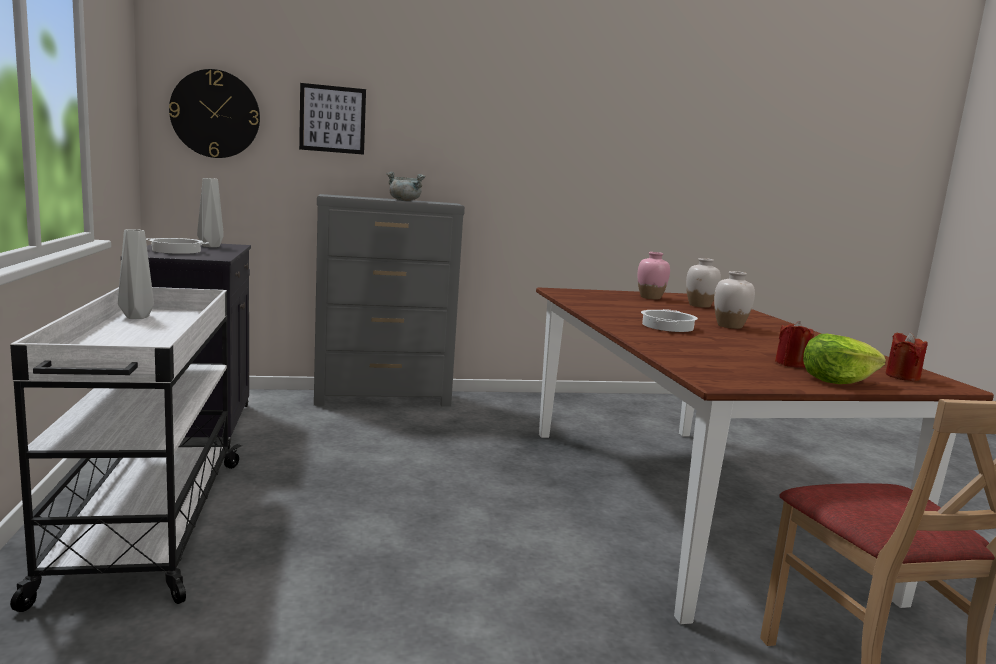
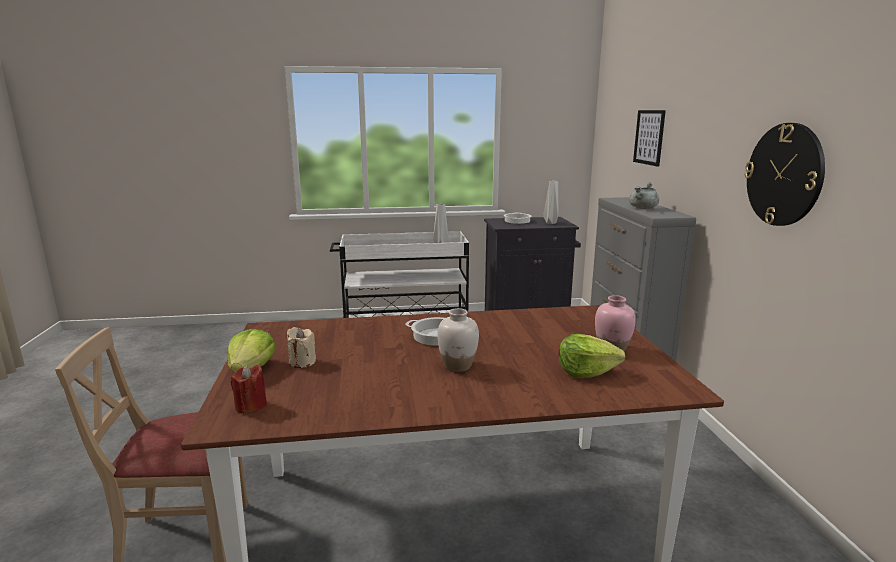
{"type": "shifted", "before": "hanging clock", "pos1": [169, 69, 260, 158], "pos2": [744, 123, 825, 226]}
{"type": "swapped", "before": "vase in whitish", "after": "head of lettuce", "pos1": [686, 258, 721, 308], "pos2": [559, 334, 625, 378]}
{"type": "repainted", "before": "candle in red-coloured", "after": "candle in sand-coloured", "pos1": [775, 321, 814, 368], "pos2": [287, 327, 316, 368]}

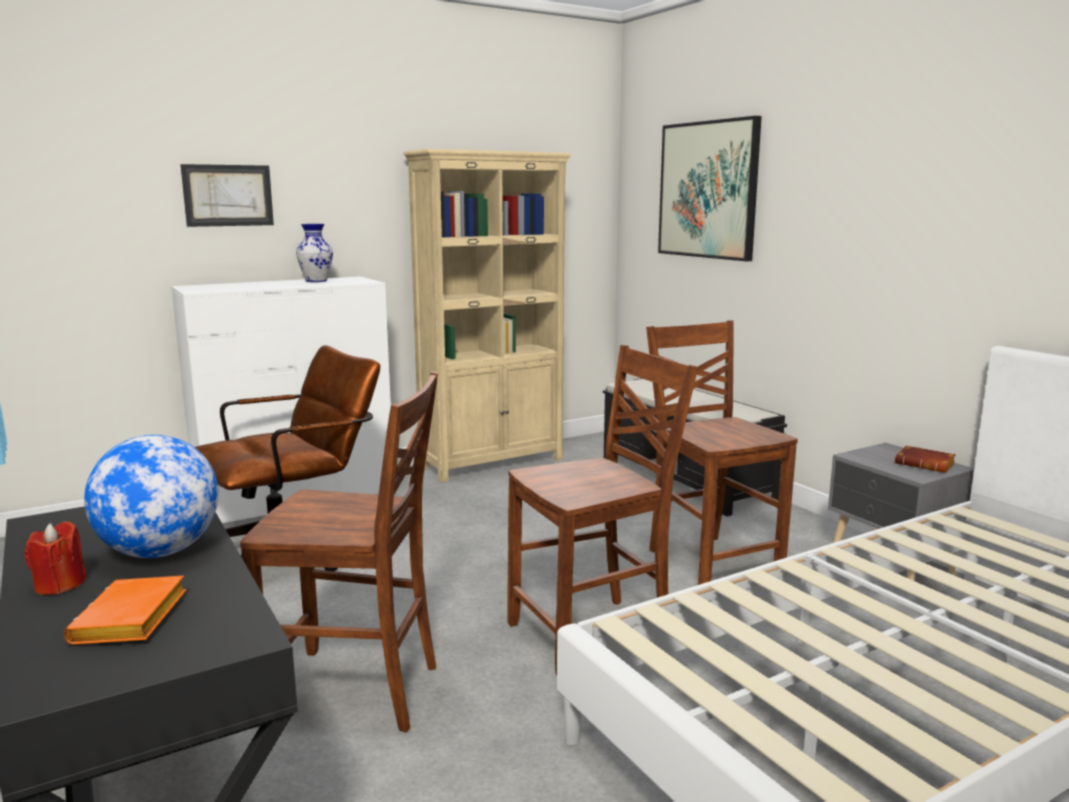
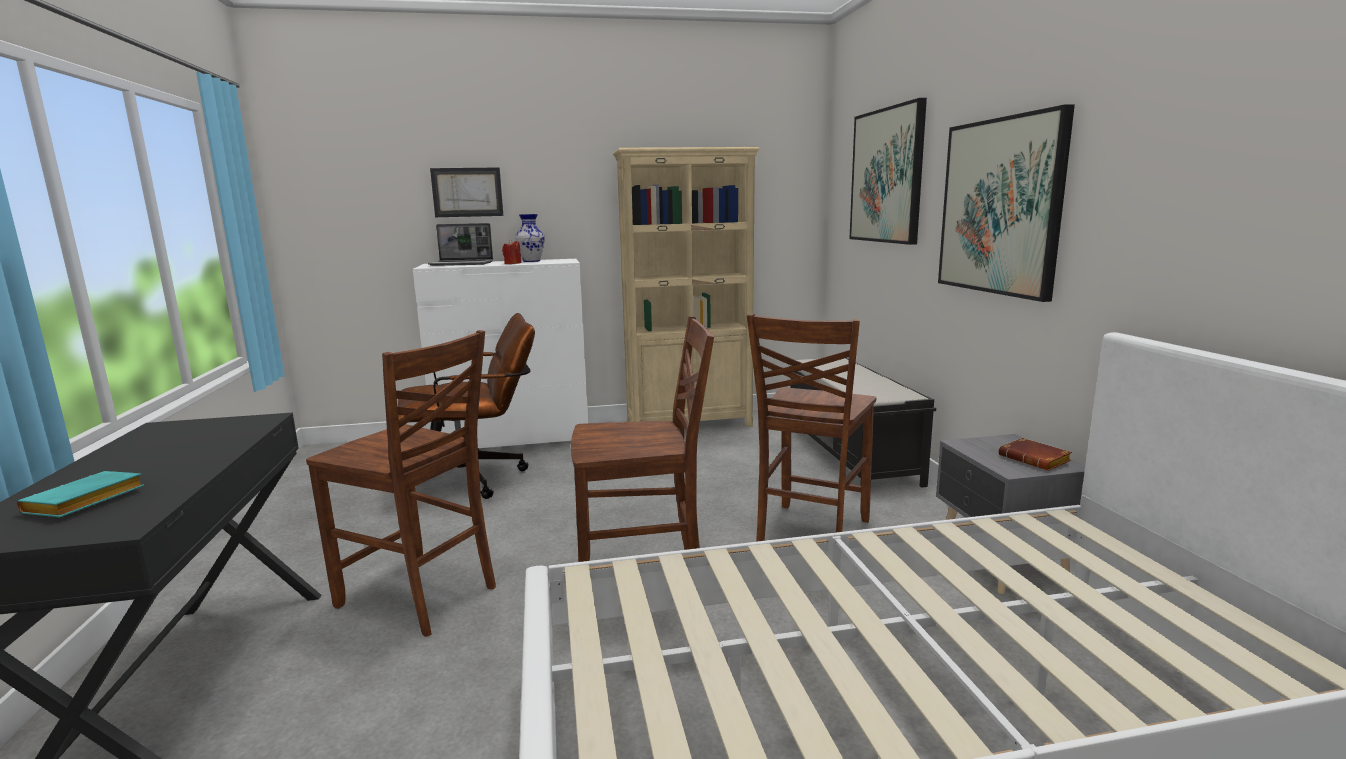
{"type": "rotated", "before": "upright chair in brownish", "pos1": [646, 320, 798, 585], "pos2": [747, 314, 876, 542], "turn": -150}
{"type": "gone", "before": "world globe", "pos1": [84, 435, 219, 558]}
{"type": "shifted", "before": "candle in red-coloured", "pos1": [24, 522, 87, 595], "pos2": [502, 240, 522, 264]}
{"type": "repainted", "before": "bound book in orange-coloured", "after": "bound book in blue-green", "pos1": [64, 576, 186, 645], "pos2": [17, 471, 144, 517]}
{"type": "new", "after": "picture", "pos2": [938, 104, 1075, 302]}
{"type": "new", "after": "portable computer", "pos2": [428, 223, 493, 266]}

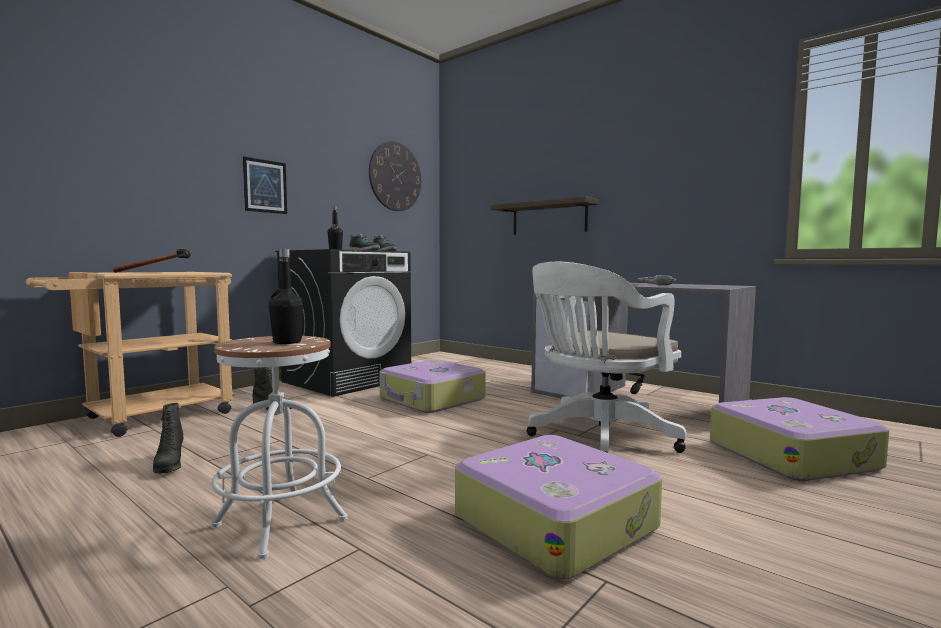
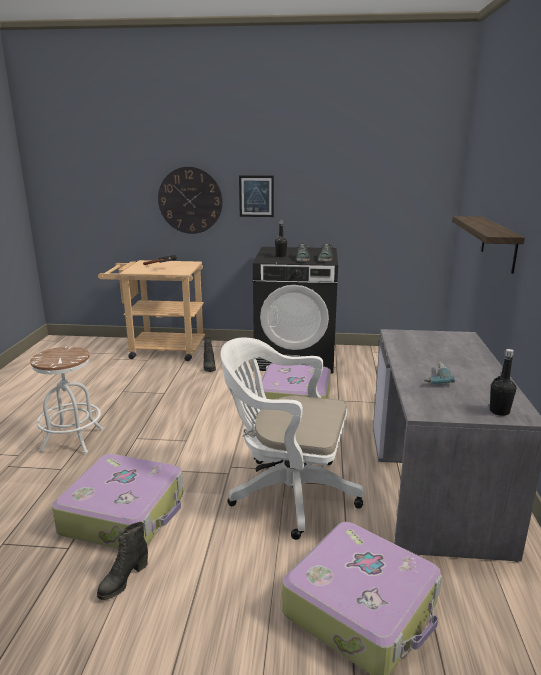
{"type": "shifted", "before": "hanging clock", "pos1": [369, 141, 421, 211], "pos2": [158, 167, 223, 234]}
{"type": "shifted", "before": "beverage bottle in black-coloured", "pos1": [269, 249, 303, 344], "pos2": [490, 349, 516, 416]}
{"type": "shifted", "before": "boot in black-coloured", "pos1": [153, 403, 183, 474], "pos2": [97, 522, 148, 600]}

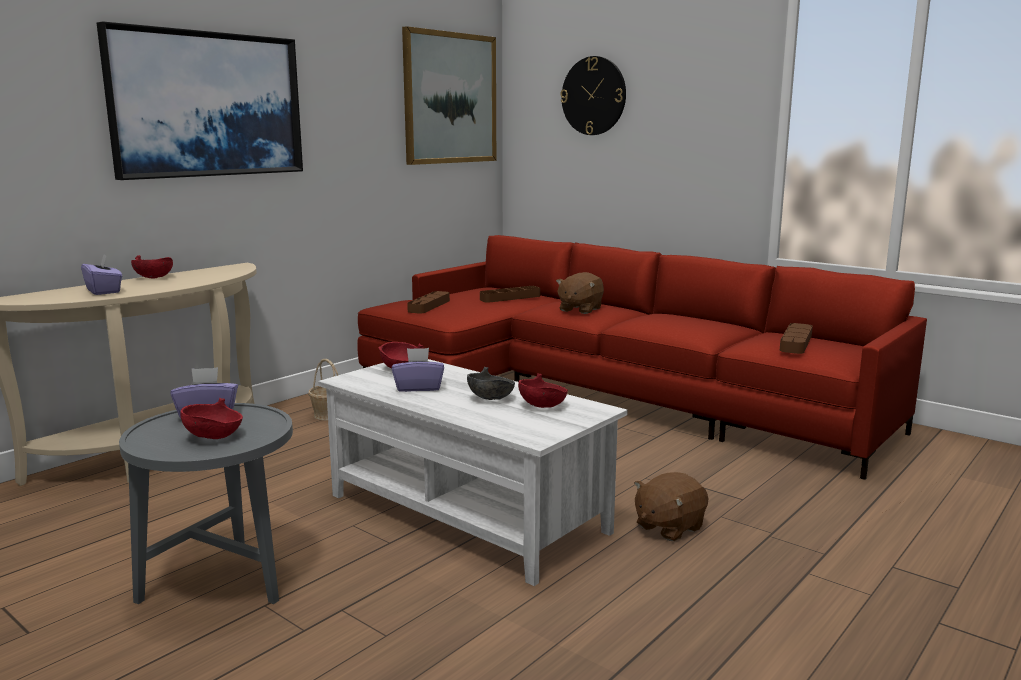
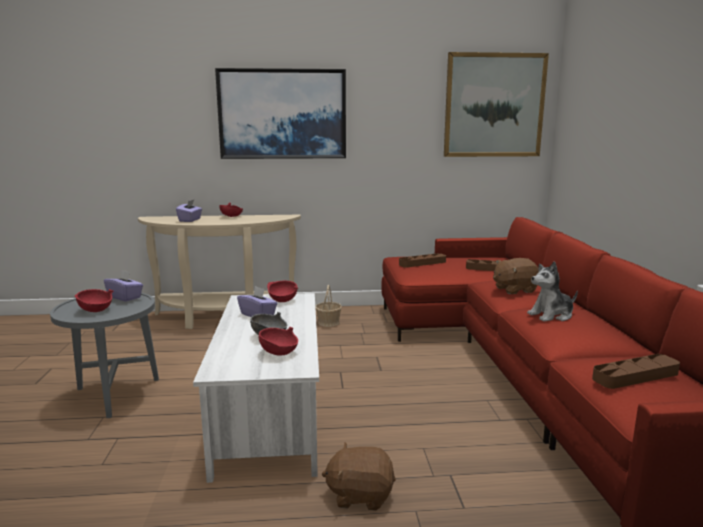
{"type": "gone", "before": "hanging clock", "pos1": [560, 56, 626, 135]}
{"type": "new", "after": "soft toy", "pos2": [527, 261, 578, 322]}

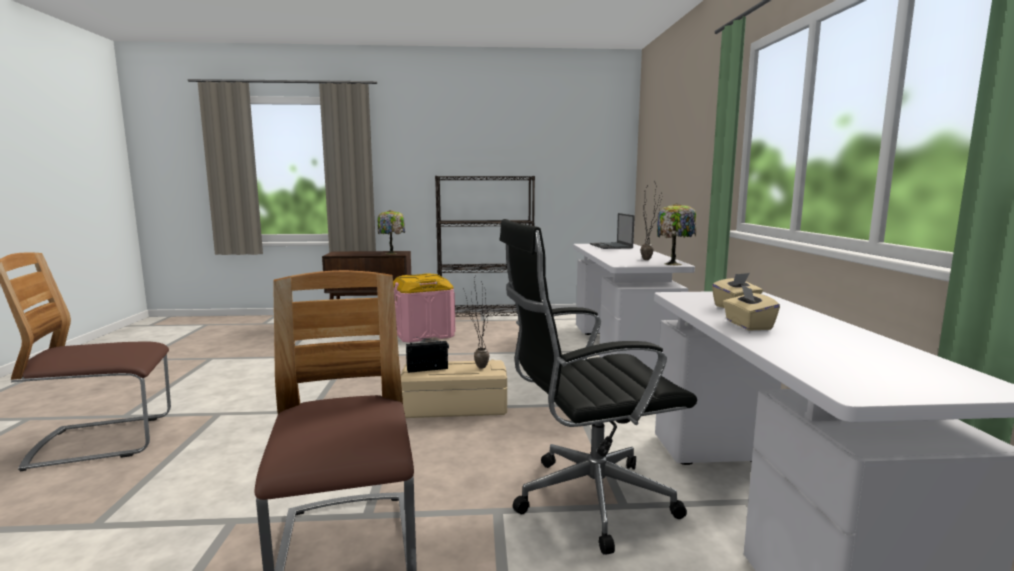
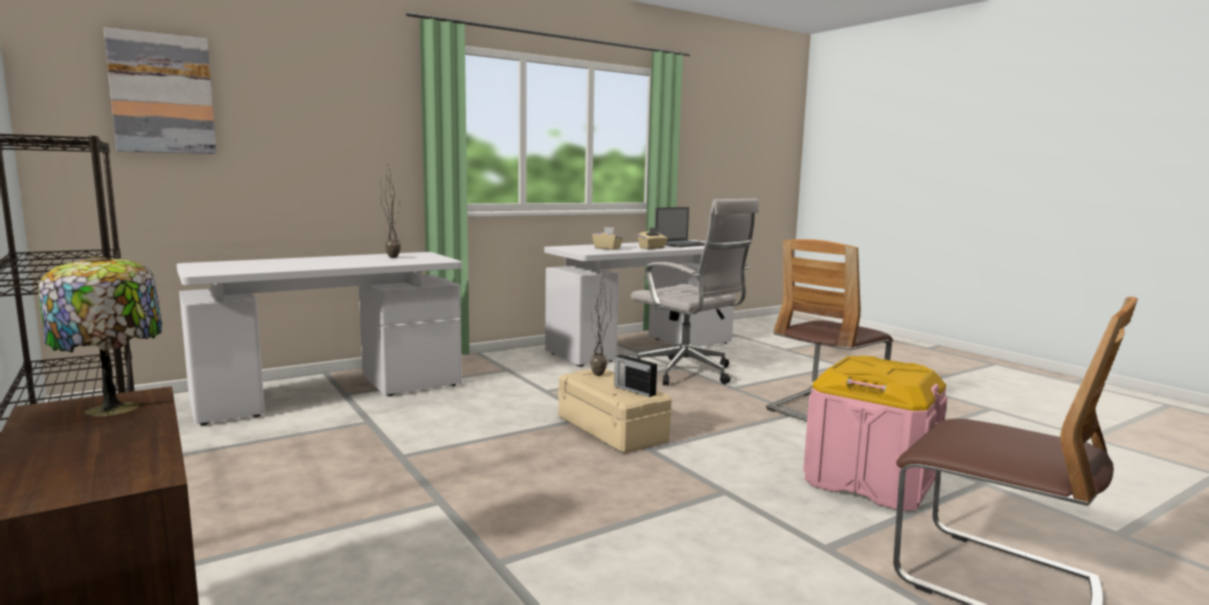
{"type": "gone", "before": "lamp for a table", "pos1": [657, 203, 697, 265]}
{"type": "shifted", "before": "portable computer", "pos1": [590, 213, 635, 249], "pos2": [655, 207, 705, 247]}
{"type": "repainted", "before": "computer chair in black-coloured", "after": "computer chair in whitish", "pos1": [499, 219, 697, 555], "pos2": [631, 198, 759, 386]}
{"type": "shifted", "before": "storage bin in pink-coloured", "pos1": [393, 274, 455, 343], "pos2": [803, 356, 947, 511]}
{"type": "new", "after": "picture", "pos2": [104, 27, 217, 154]}

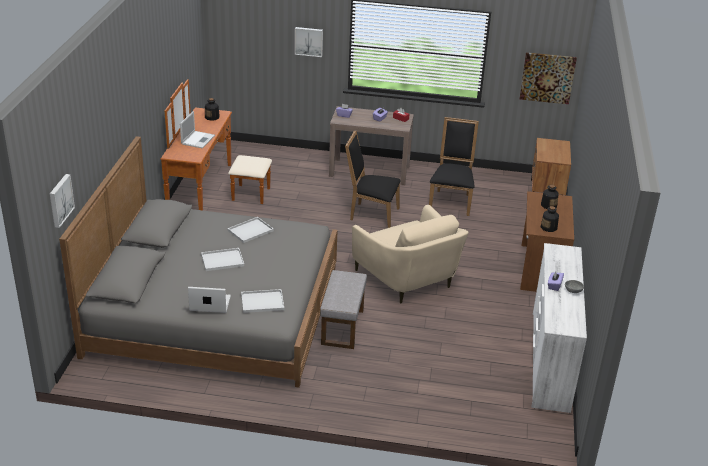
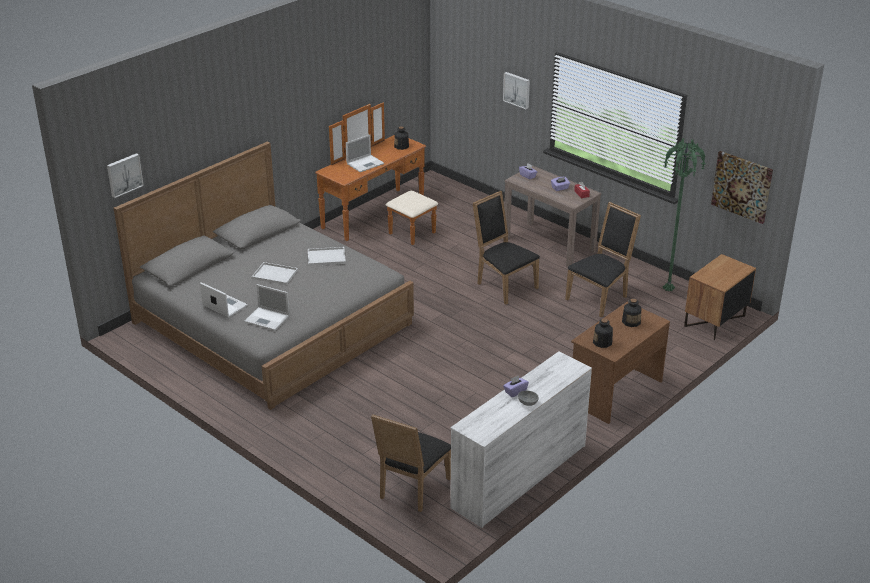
{"type": "gone", "before": "lounge chair in sand-coloured", "pos1": [352, 205, 469, 303]}
{"type": "gone", "before": "ottoman in greyish", "pos1": [320, 270, 367, 349]}
{"type": "swapped", "before": "serving tray in whitish", "after": "portable computer", "pos1": [241, 289, 284, 313], "pos2": [244, 284, 290, 330]}
{"type": "new", "after": "standard lamp in greenish", "pos2": [663, 138, 706, 292]}
{"type": "new", "after": "upright chair in black-coloured", "pos2": [371, 414, 451, 512]}

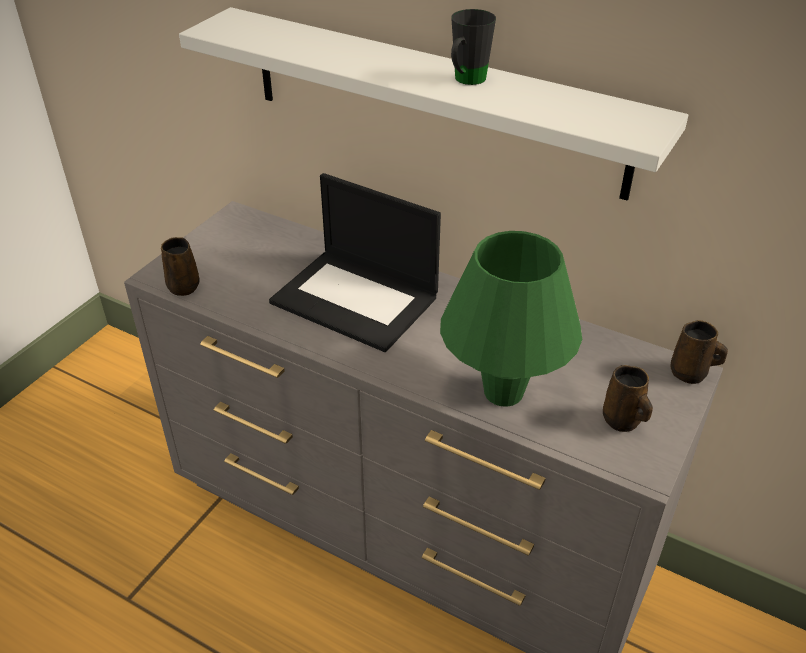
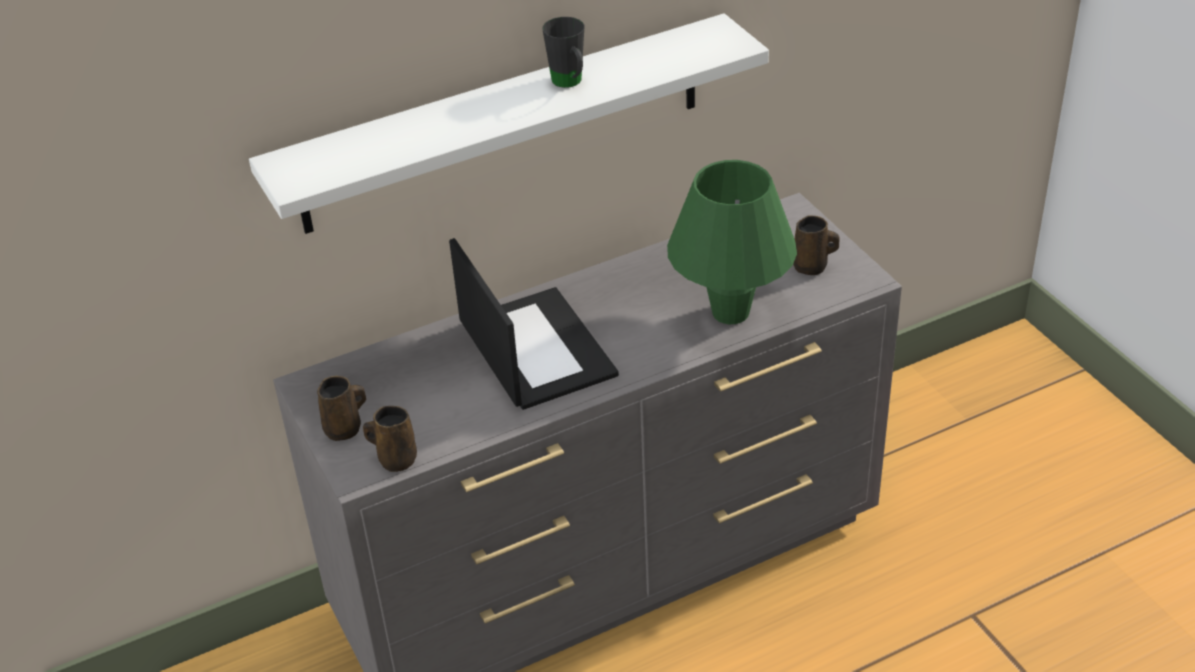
{"type": "rotated", "before": "portable computer", "pos1": [269, 173, 441, 352], "pos2": [449, 238, 619, 410], "turn": -90}
{"type": "shifted", "before": "tea mug in brownish", "pos1": [671, 320, 728, 384], "pos2": [317, 376, 366, 441]}

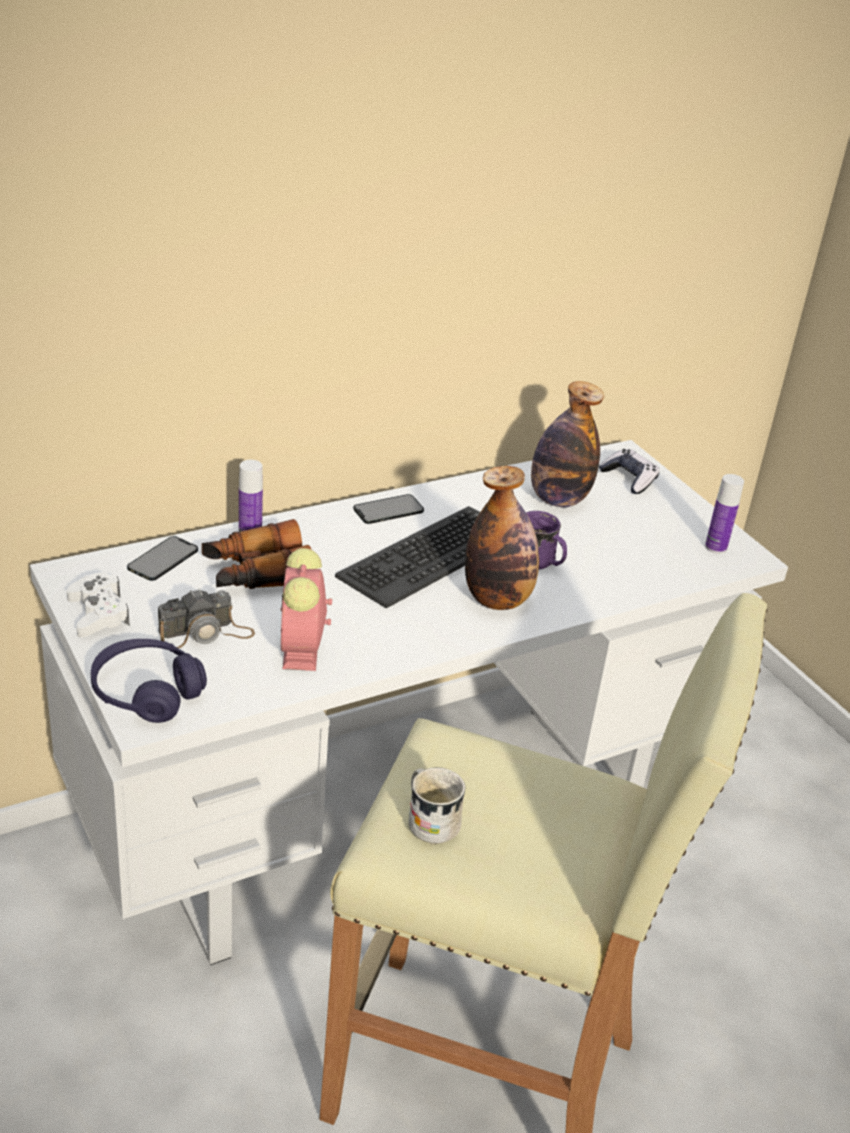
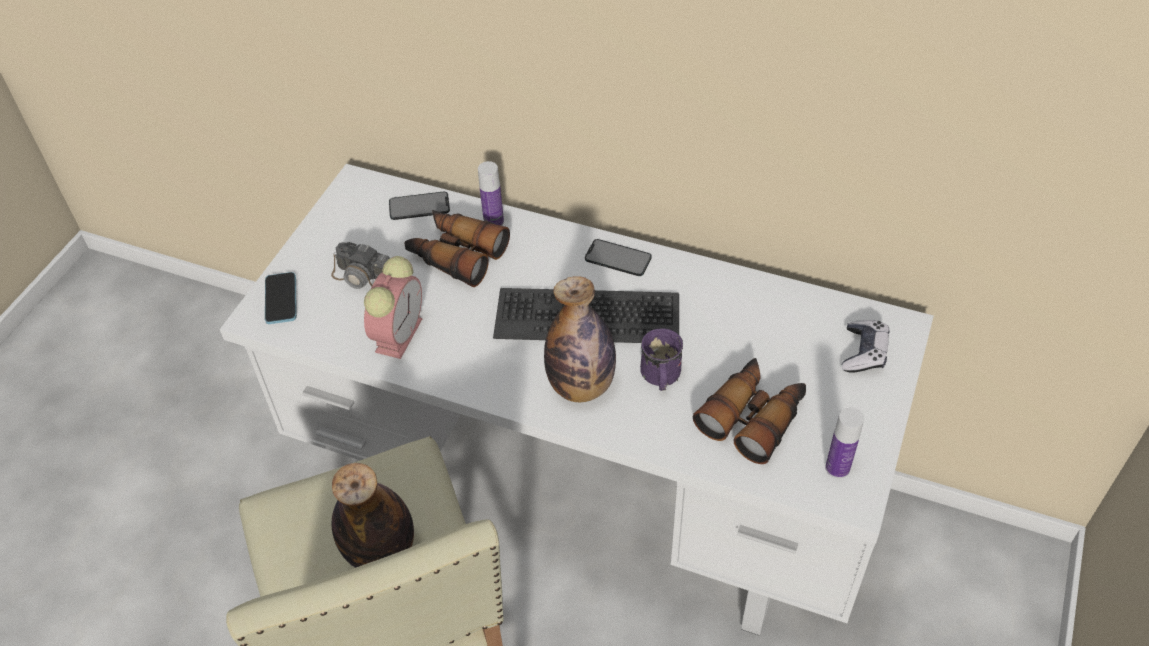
{"type": "shifted", "before": "beverage bottle", "pos1": [531, 381, 604, 507], "pos2": [331, 463, 414, 568]}
{"type": "rotated", "before": "alarm clock", "pos1": [280, 548, 332, 671], "pos2": [364, 256, 422, 359], "turn": 150}
{"type": "gone", "before": "gamepad in whitish", "pos1": [67, 572, 130, 637]}
{"type": "swapped", "before": "headphones in purplish", "after": "phone", "pos1": [91, 639, 207, 723], "pos2": [265, 272, 297, 324]}
{"type": "gone", "before": "tea mug in whitish", "pos1": [408, 767, 465, 844]}
{"type": "new", "after": "pair of binoculars", "pos2": [693, 358, 806, 464]}

